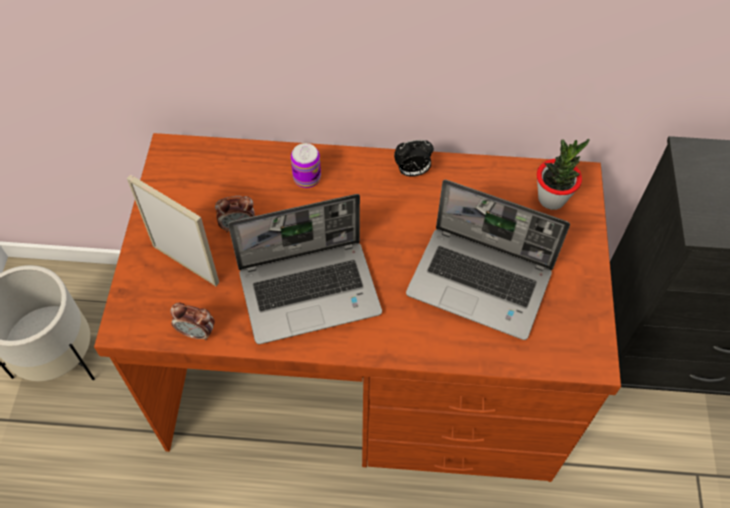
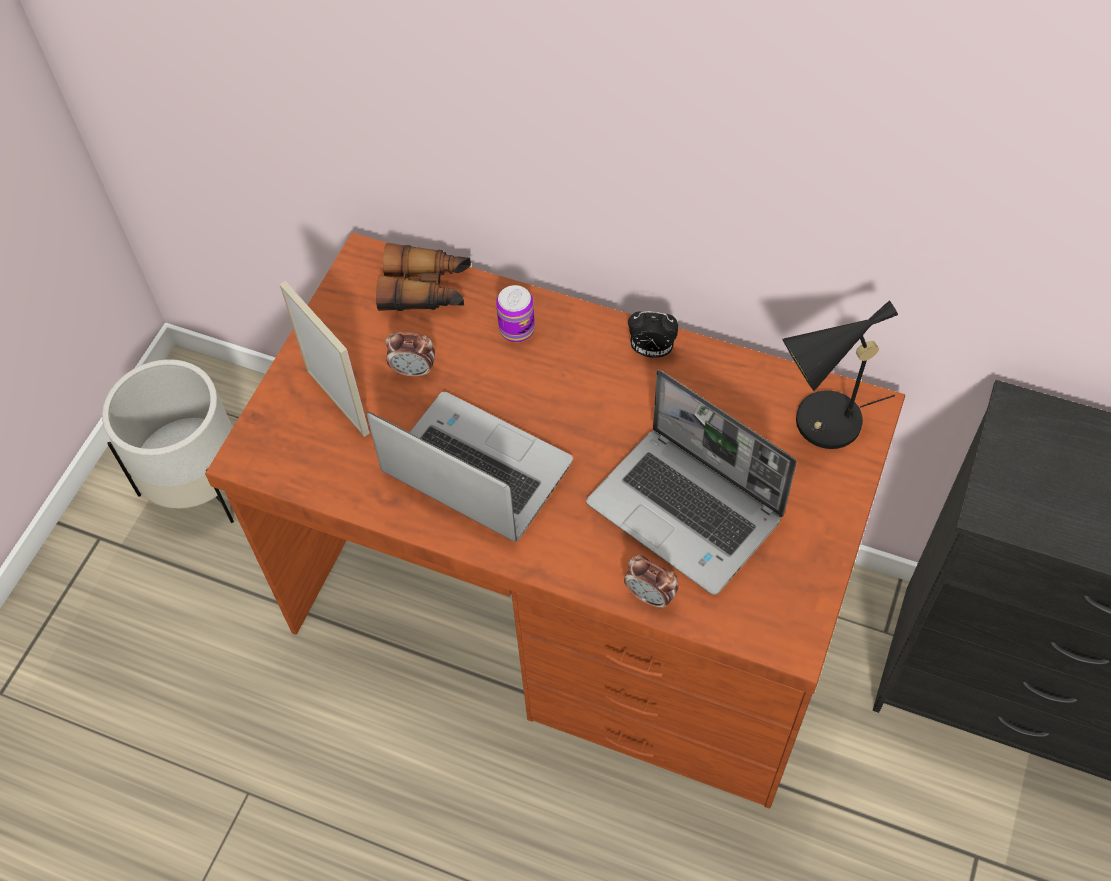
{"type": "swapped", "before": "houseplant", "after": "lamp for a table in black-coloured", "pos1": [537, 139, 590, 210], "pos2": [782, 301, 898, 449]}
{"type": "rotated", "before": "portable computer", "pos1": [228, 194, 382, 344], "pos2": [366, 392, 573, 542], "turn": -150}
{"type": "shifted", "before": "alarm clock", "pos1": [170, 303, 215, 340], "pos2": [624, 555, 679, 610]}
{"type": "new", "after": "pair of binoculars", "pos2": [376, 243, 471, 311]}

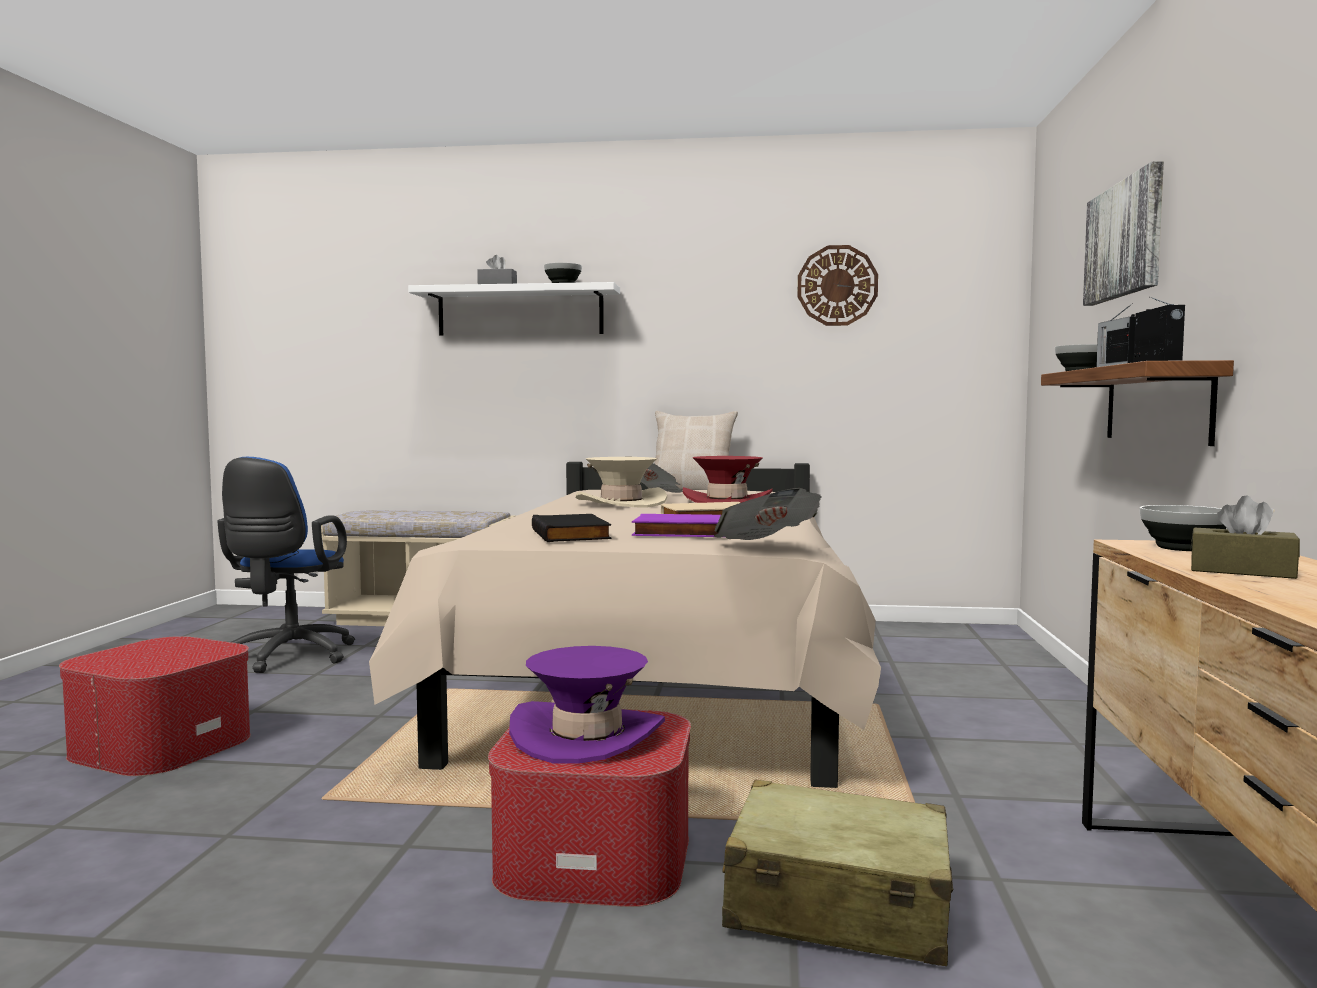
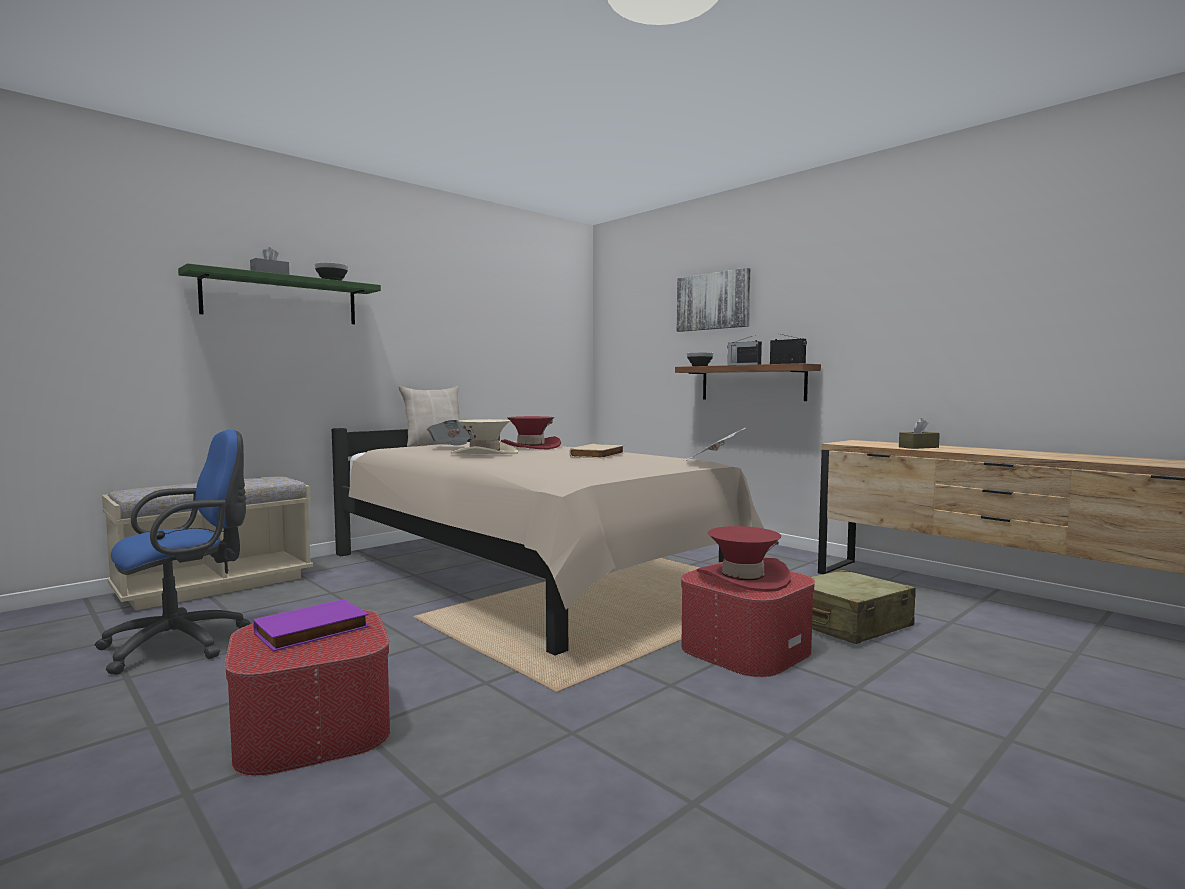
{"type": "gone", "before": "hanging clock", "pos1": [798, 245, 878, 326]}
{"type": "repainted", "before": "bracket shelf in whitish", "after": "bracket shelf in greenish", "pos1": [408, 282, 620, 336], "pos2": [178, 263, 381, 324]}
{"type": "rotated", "before": "computer chair in bluish", "pos1": [218, 457, 355, 673], "pos2": [95, 430, 251, 675], "turn": -90}
{"type": "gone", "before": "bowl", "pos1": [1139, 505, 1226, 551]}
{"type": "gone", "before": "bound book in black-coloured", "pos1": [532, 514, 612, 542]}
{"type": "shifted", "before": "bound book in purplish", "pos1": [632, 514, 720, 537], "pos2": [253, 599, 369, 652]}
{"type": "repainted", "before": "wearable hat in purplish", "after": "wearable hat in red-coloured", "pos1": [509, 646, 665, 764], "pos2": [697, 526, 791, 592]}

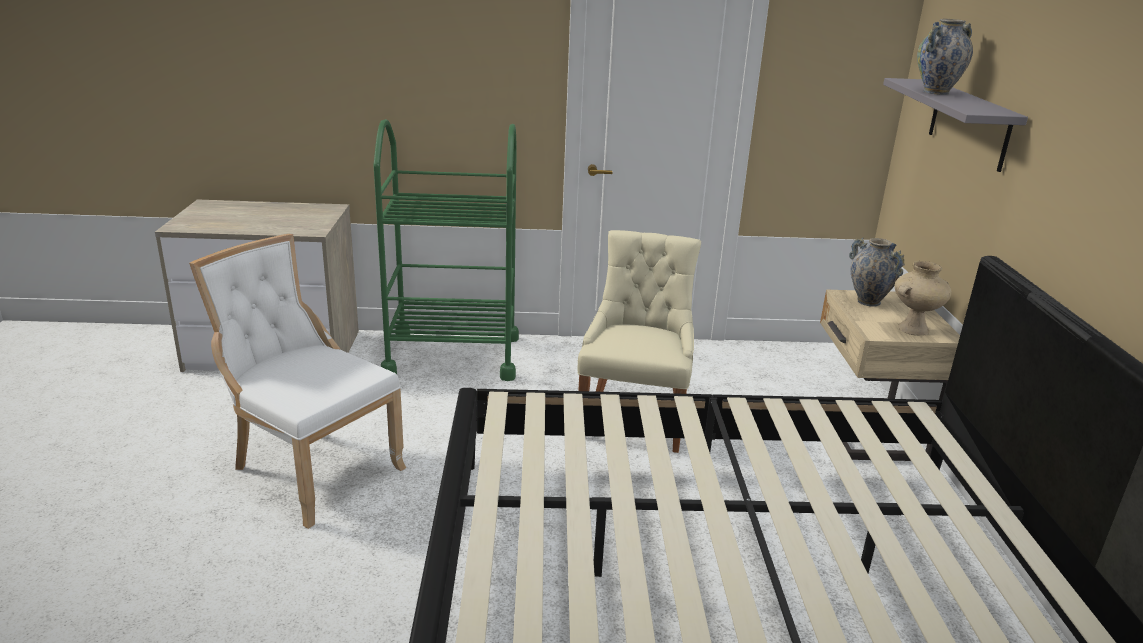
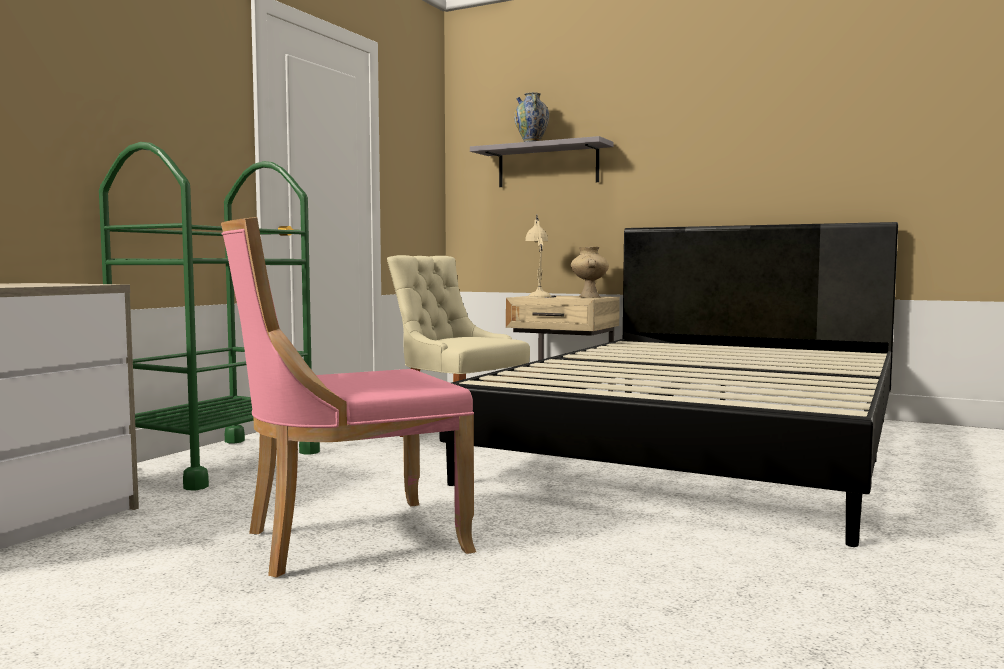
{"type": "repainted", "before": "upright chair in whitish", "after": "upright chair in pink-coloured", "pos1": [189, 234, 406, 529], "pos2": [221, 217, 476, 578]}
{"type": "swapped", "before": "vase", "after": "lamp for a table in sand-coloured", "pos1": [849, 238, 905, 307], "pos2": [525, 215, 556, 298]}

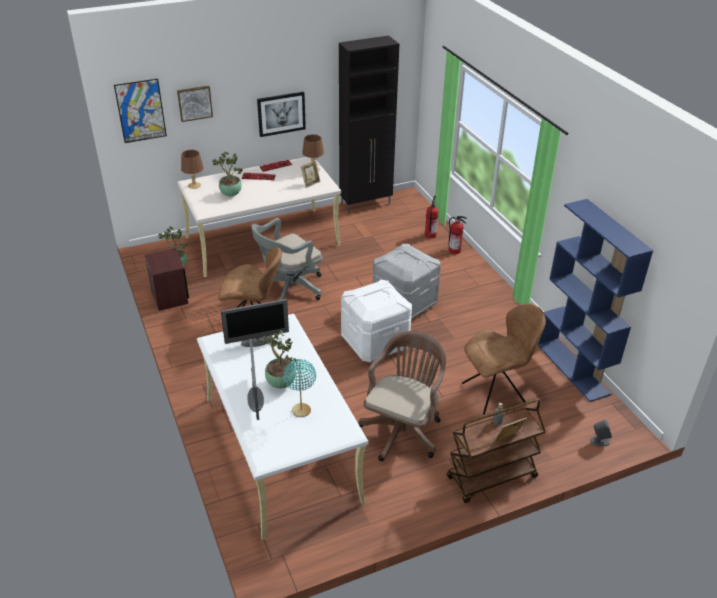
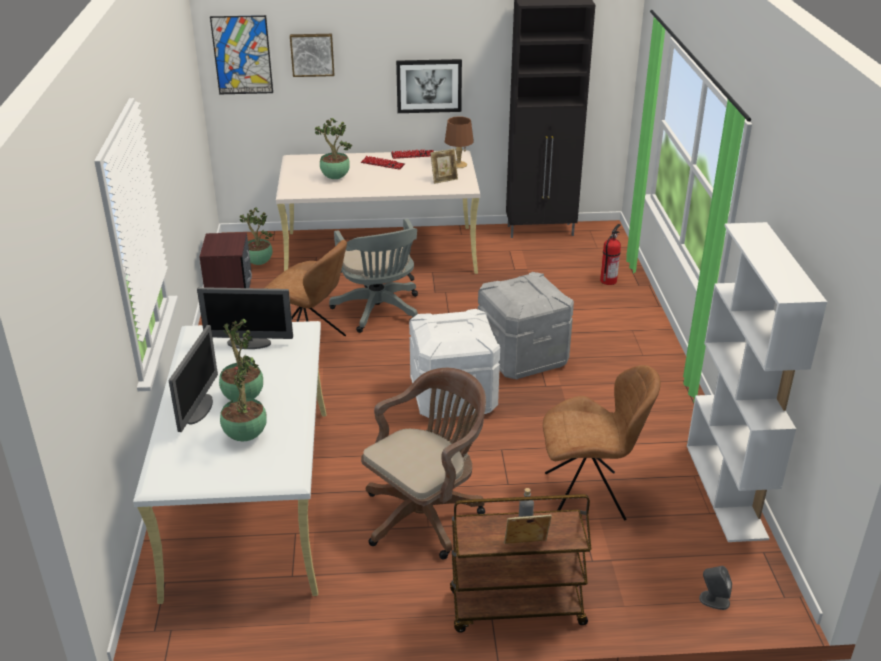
{"type": "gone", "before": "lamp for a table in brownish", "pos1": [181, 150, 203, 189]}
{"type": "repainted", "before": "bookshelf in bluish", "after": "bookshelf in whitish", "pos1": [537, 199, 653, 402], "pos2": [687, 222, 827, 542]}
{"type": "gone", "before": "extinguisher", "pos1": [448, 216, 467, 254]}
{"type": "rotated", "before": "computer chair in greyish", "pos1": [251, 218, 322, 300], "pos2": [329, 219, 418, 333], "turn": -90}
{"type": "swapped", "before": "lamp for a table in blue-green", "after": "houseplant", "pos1": [283, 359, 316, 417], "pos2": [220, 356, 267, 441]}

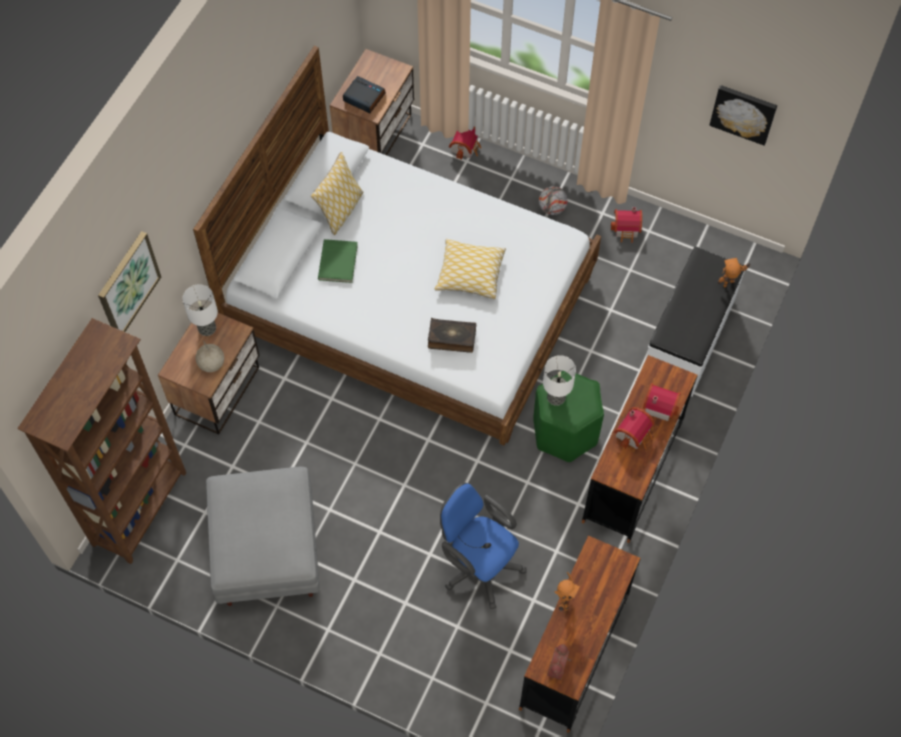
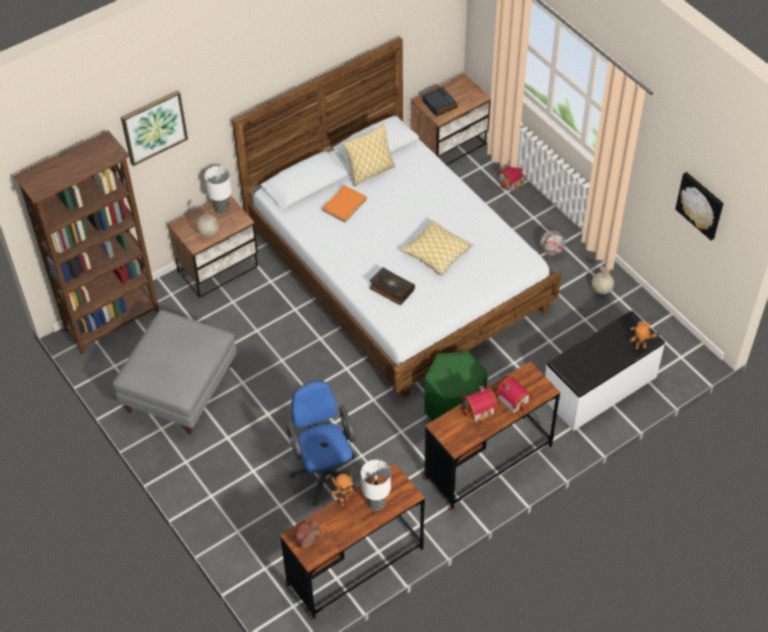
{"type": "swapped", "before": "miniature house", "after": "world globe", "pos1": [611, 207, 642, 243], "pos2": [592, 266, 614, 294]}
{"type": "repainted", "before": "bound book in greenish", "after": "bound book in orange-coloured", "pos1": [318, 239, 358, 283], "pos2": [322, 185, 367, 223]}
{"type": "shifted", "before": "lamp for a table", "pos1": [543, 355, 576, 406], "pos2": [361, 460, 391, 511]}

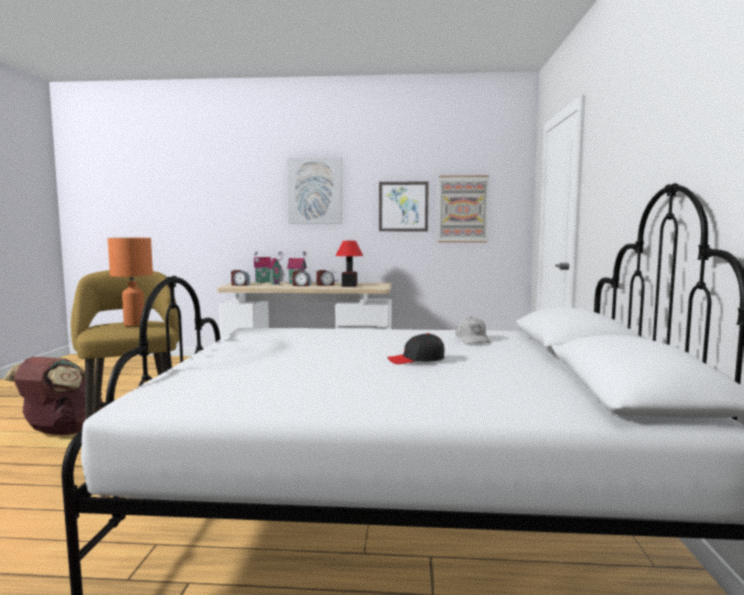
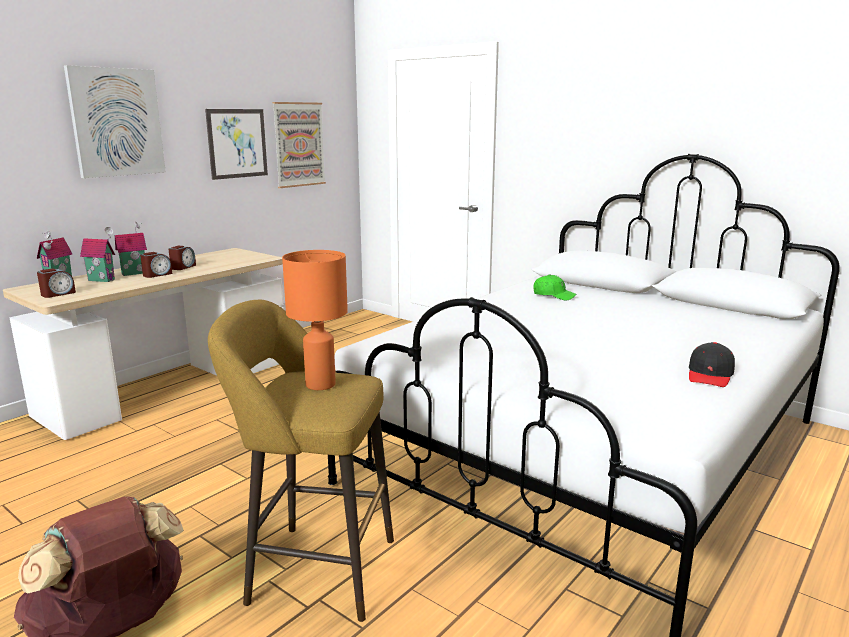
{"type": "gone", "before": "lamp for a table", "pos1": [336, 241, 363, 287]}
{"type": "repainted", "before": "cap in whitish", "after": "cap in greenish", "pos1": [456, 316, 491, 344], "pos2": [533, 274, 577, 300]}
{"type": "shifted", "before": "cap in black-coloured", "pos1": [387, 333, 445, 364], "pos2": [689, 342, 735, 387]}

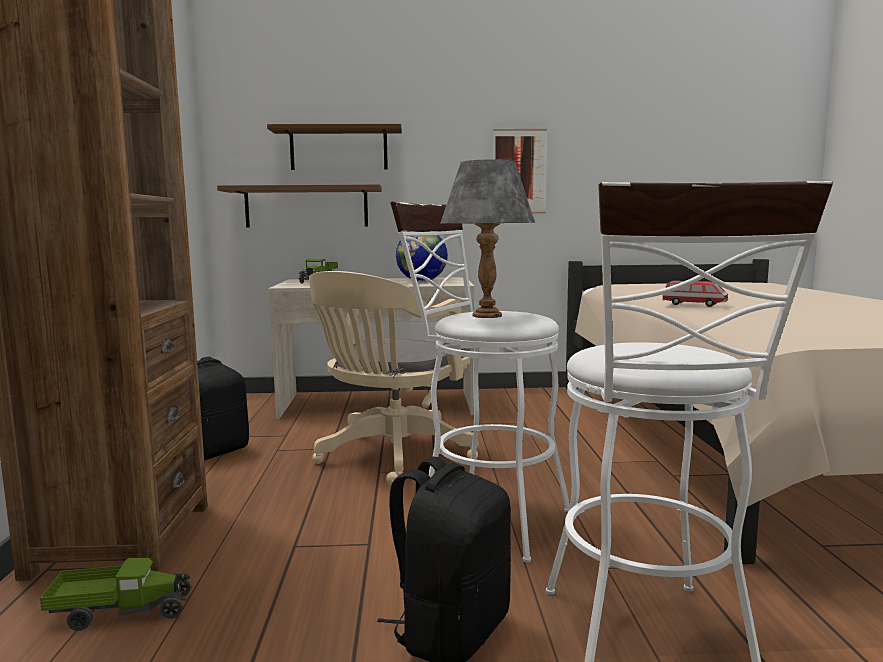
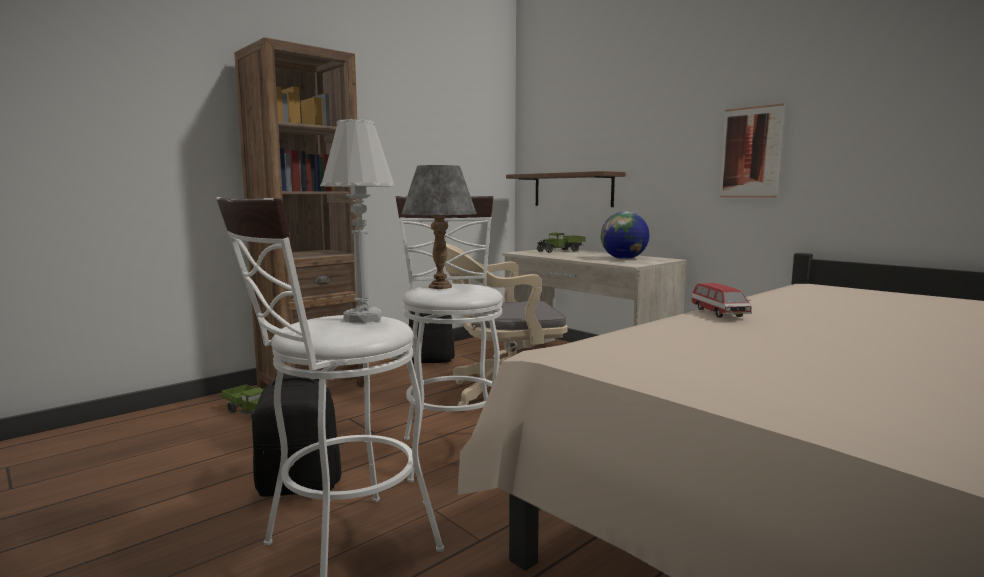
{"type": "gone", "before": "bracket shelf in brownish", "pos1": [267, 124, 402, 170]}
{"type": "new", "after": "lamp for a table in whitish", "pos2": [320, 119, 395, 323]}

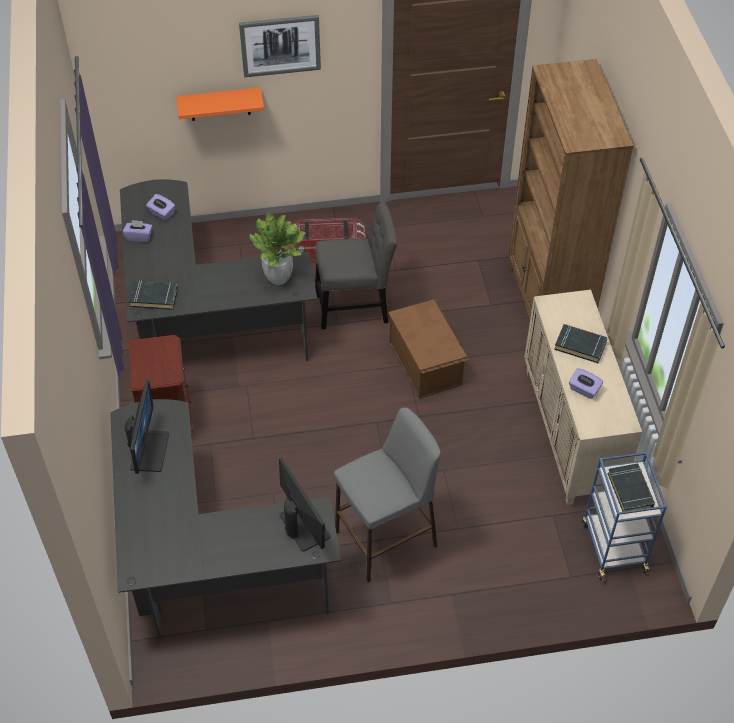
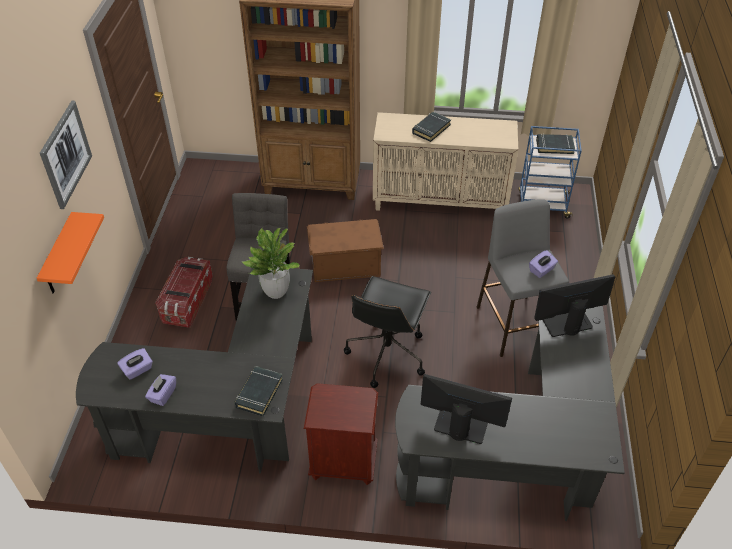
{"type": "shifted", "before": "tissue holder in purplish", "pos1": [569, 368, 603, 399], "pos2": [529, 250, 558, 278]}
{"type": "new", "after": "computer chair in black-coloured", "pos2": [344, 276, 431, 388]}

